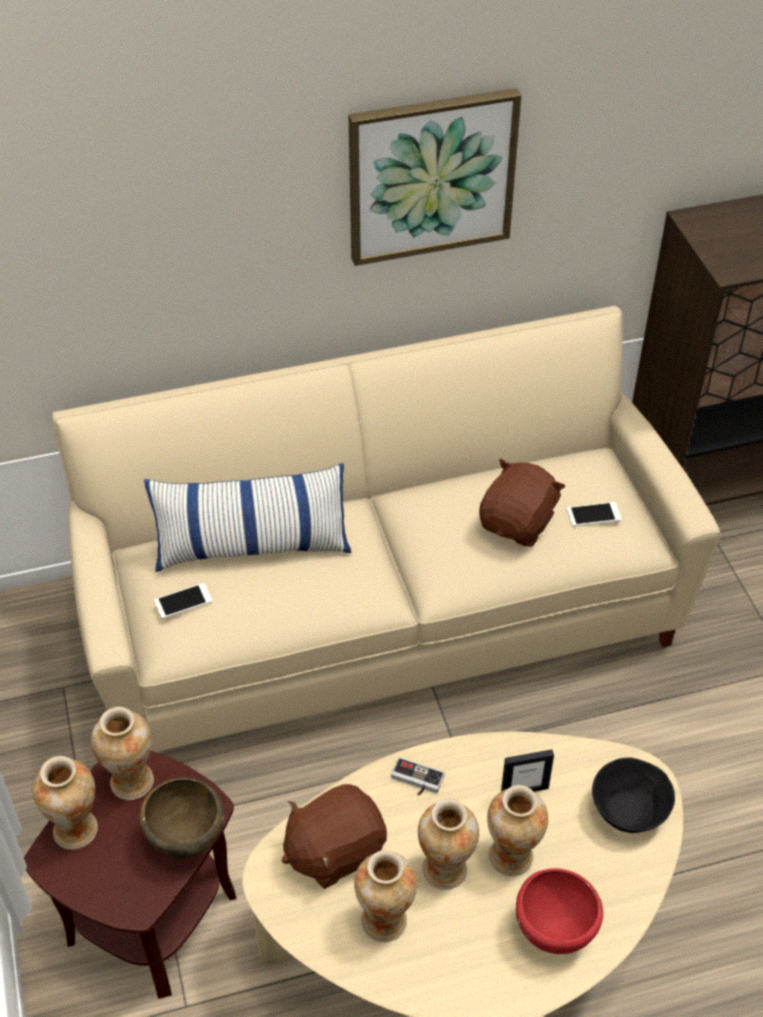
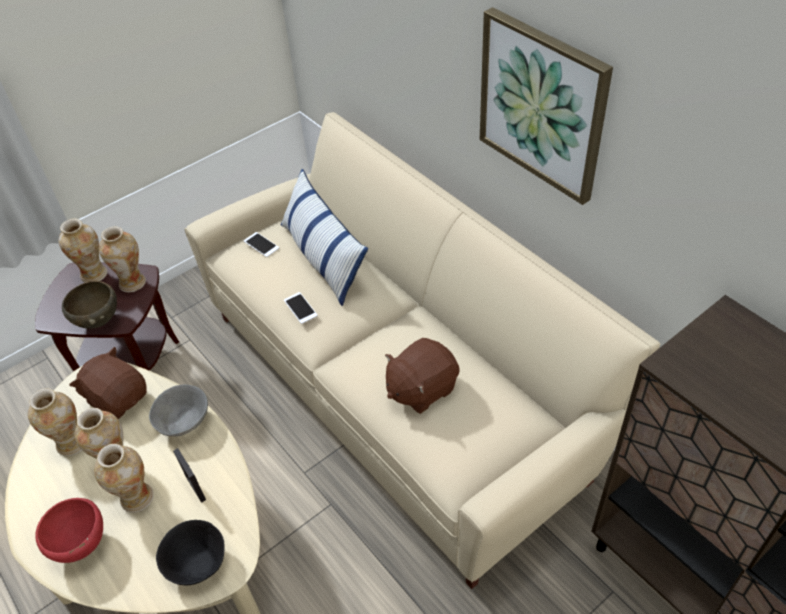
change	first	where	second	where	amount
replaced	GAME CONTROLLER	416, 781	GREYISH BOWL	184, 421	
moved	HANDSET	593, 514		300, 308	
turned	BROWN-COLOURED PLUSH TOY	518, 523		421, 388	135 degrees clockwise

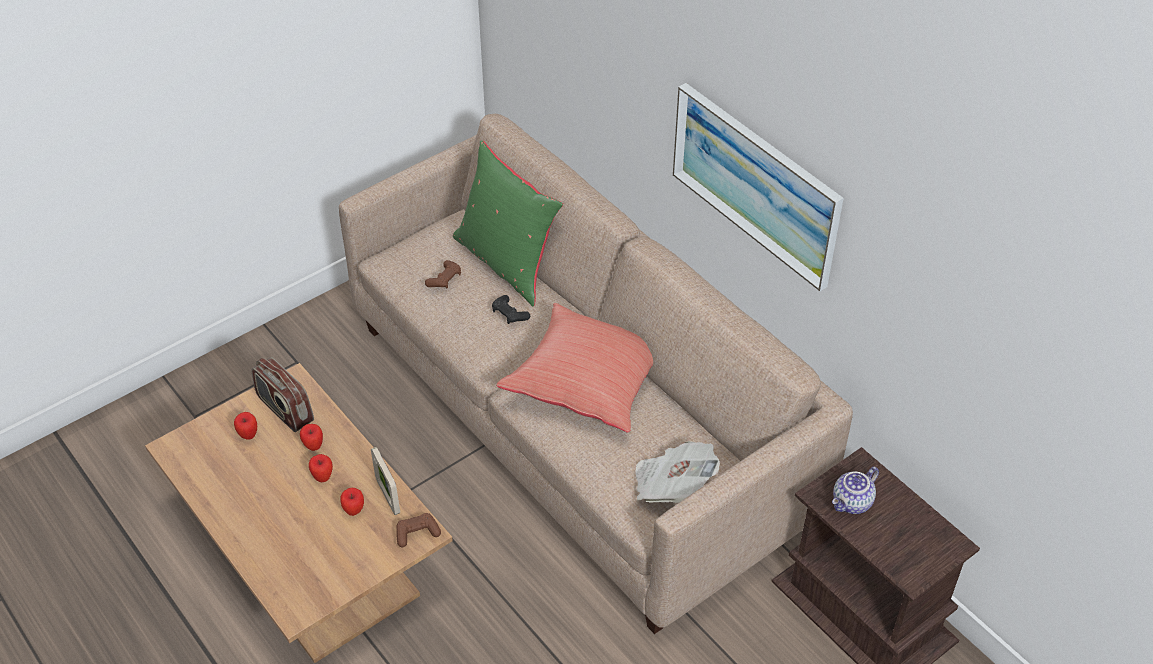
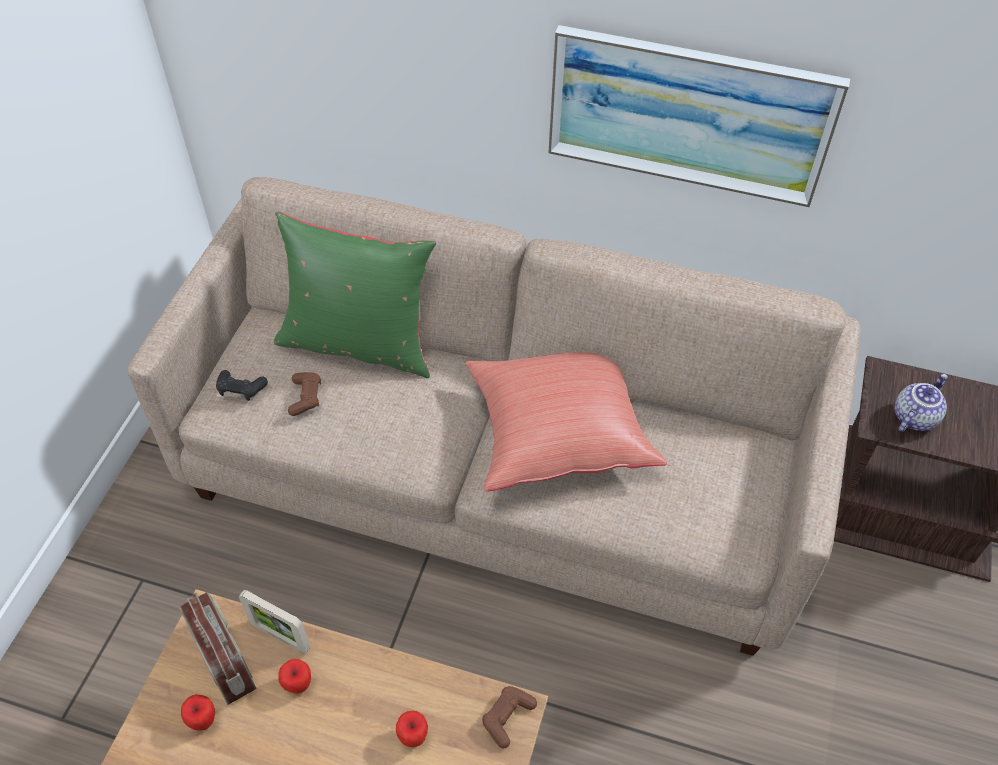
change	first	where	second	where	amount
turned	RADIO RECEIVER	285, 410		224, 659	135 degrees counterclockwise
moved	BLACKISH GAME CONTROLLER	509, 314		241, 389	
moved	STANDING FRAME	388, 496		280, 636	
turned	TEA POT	852, 503		913, 416	150 degrees counterclockwise
removed	APPLE FRUIT	323, 477			
removed	NEWSPAPER	672, 485			

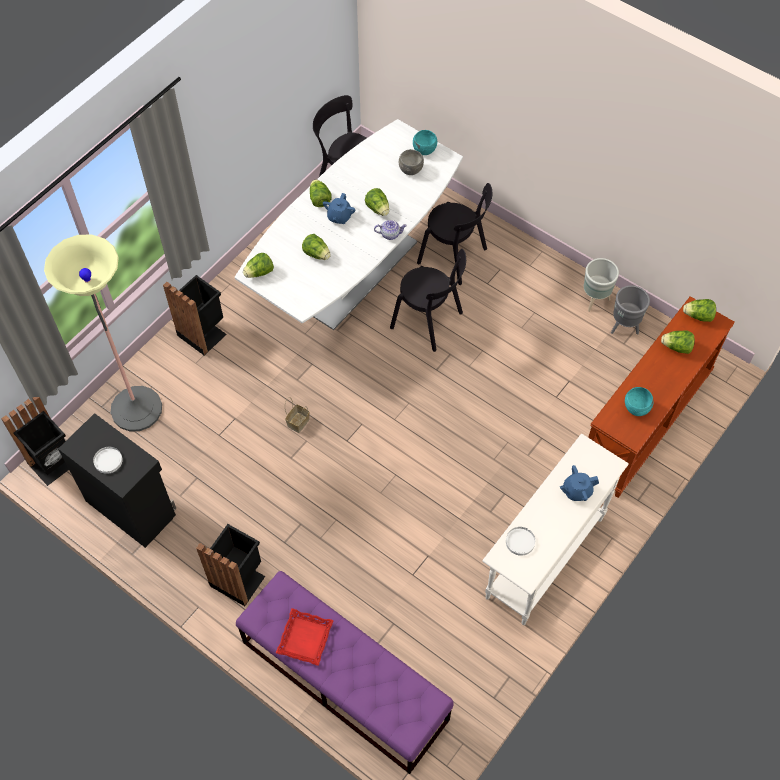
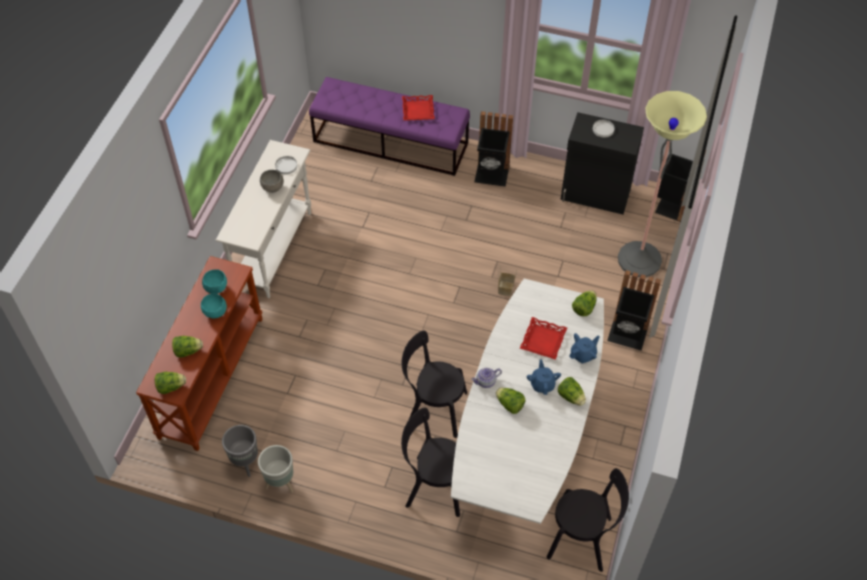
change	first	where	second	where	amount
moved	TURQUOISE-COLOURED BOWL	424, 150		216, 313	
moved	GREYISH BOWL	410, 170		273, 188	
replaced	LETTUCE	317, 254	RED-COLOURED CARRYING TRAY	543, 341	
moved	BLUE TEA POT	576, 491		583, 354	

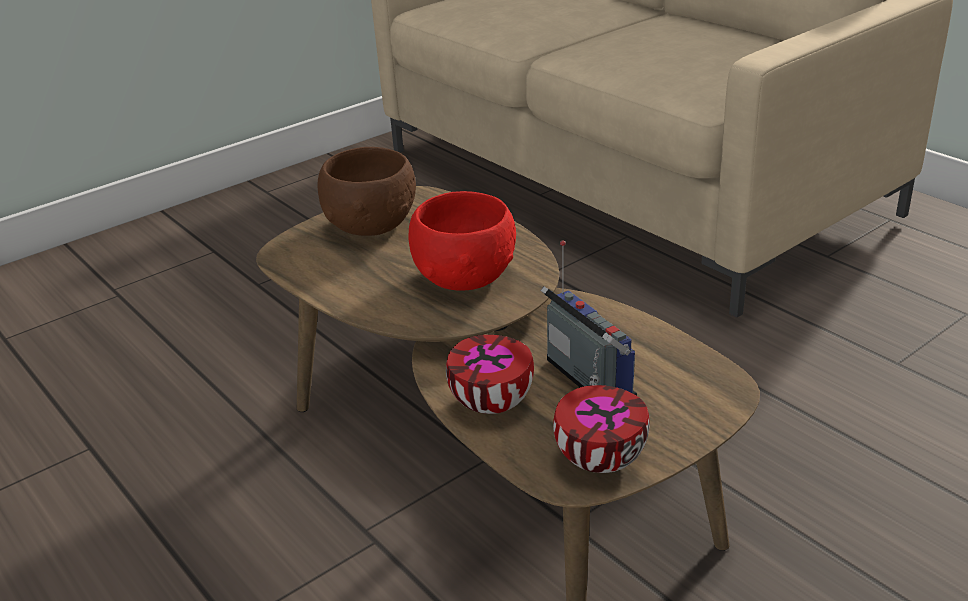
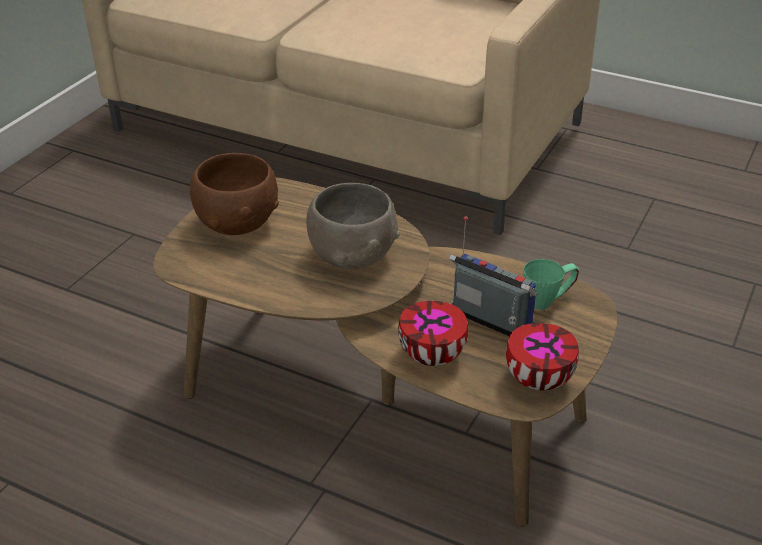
change	first	where	second	where	amount
recoloured	RED-COLOURED BOWL	466, 277	GREYISH BOWL	353, 255	
added			GREENISH TEA MUG	548, 301	

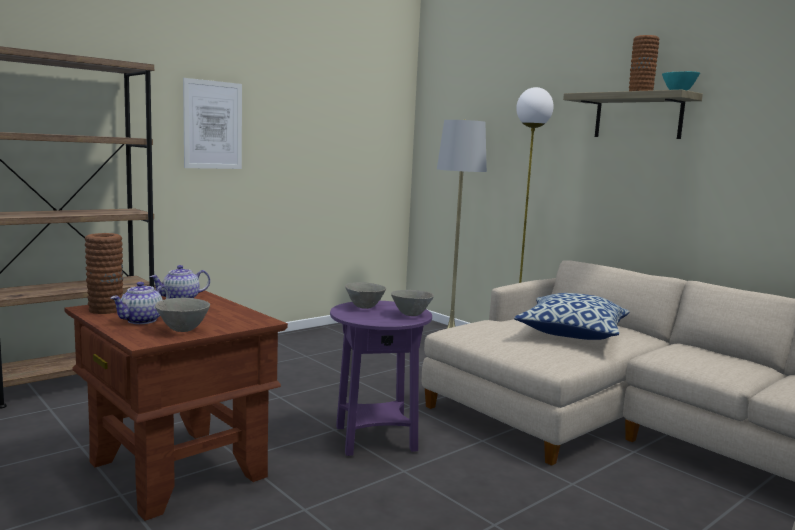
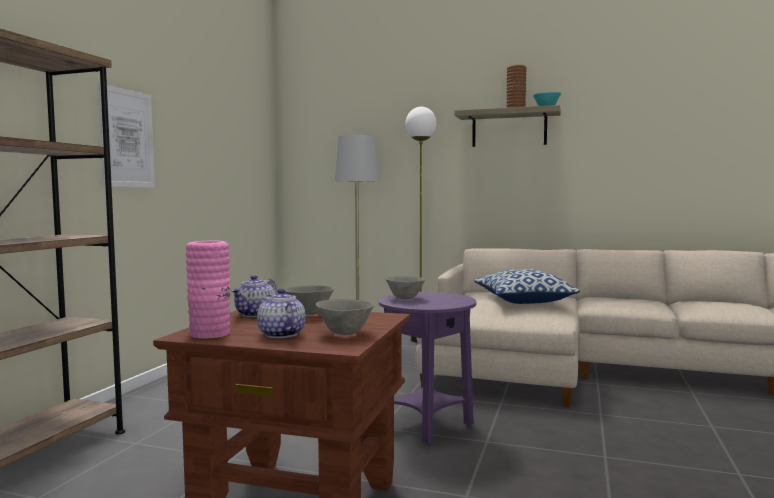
change	first	where	second	where	amount
recoloured	BROWN-COLOURED FLOWER VASE	106, 310	PINK FLOWER VASE	210, 333	
turned	TEA POT	141, 321		280, 334	150 degrees clockwise
moved	GREYISH BOWL	411, 315		308, 314	

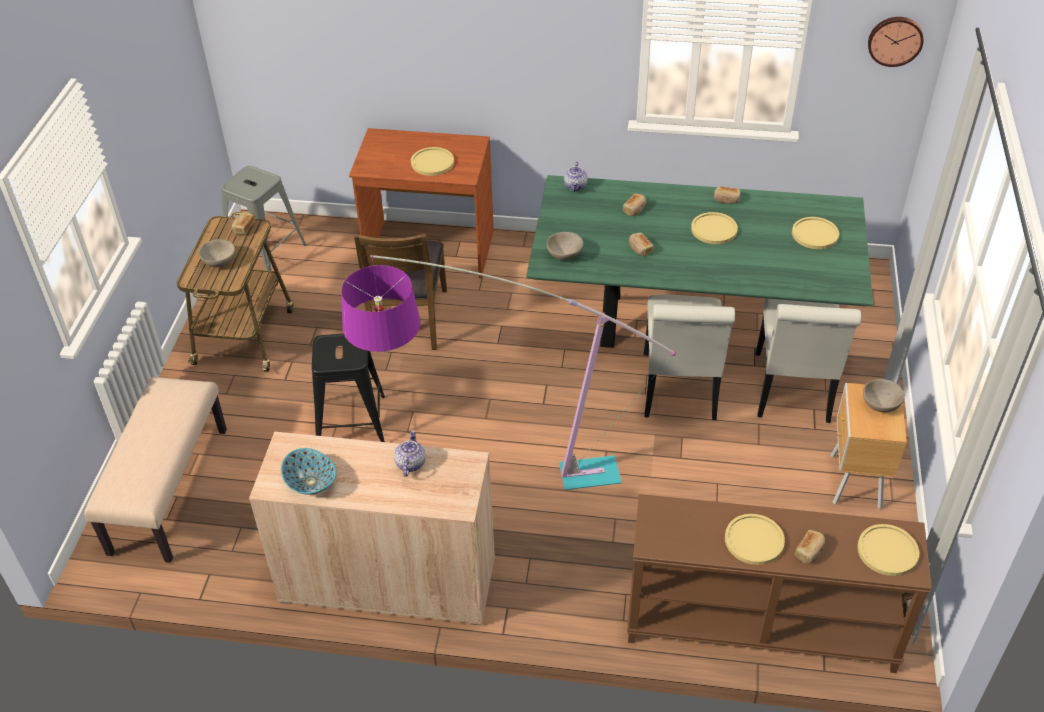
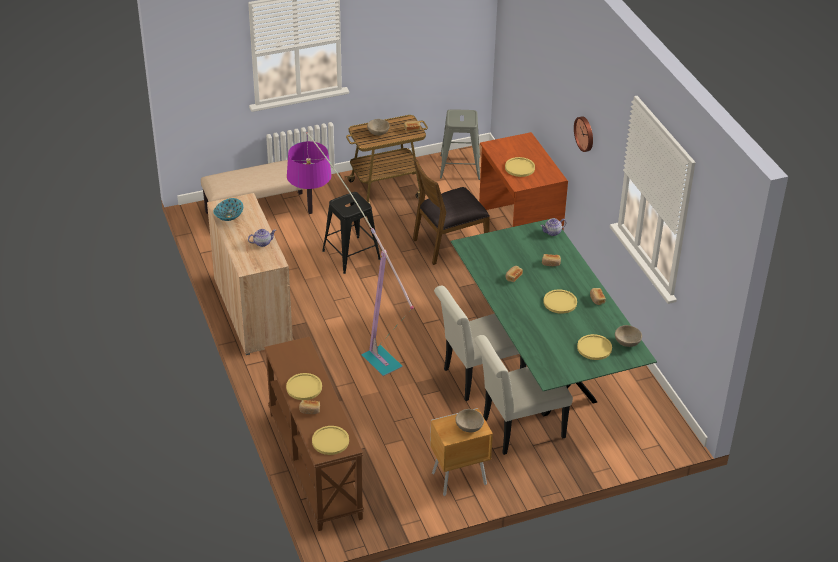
change	first	where	second	where	amount
moved	CLOCK ON THE WALL	895, 40		585, 133	
moved	BEIGE-COLOURED BOWL	564, 255		627, 343	

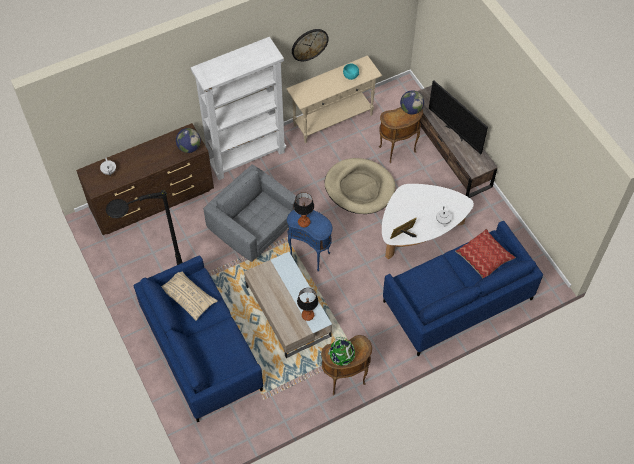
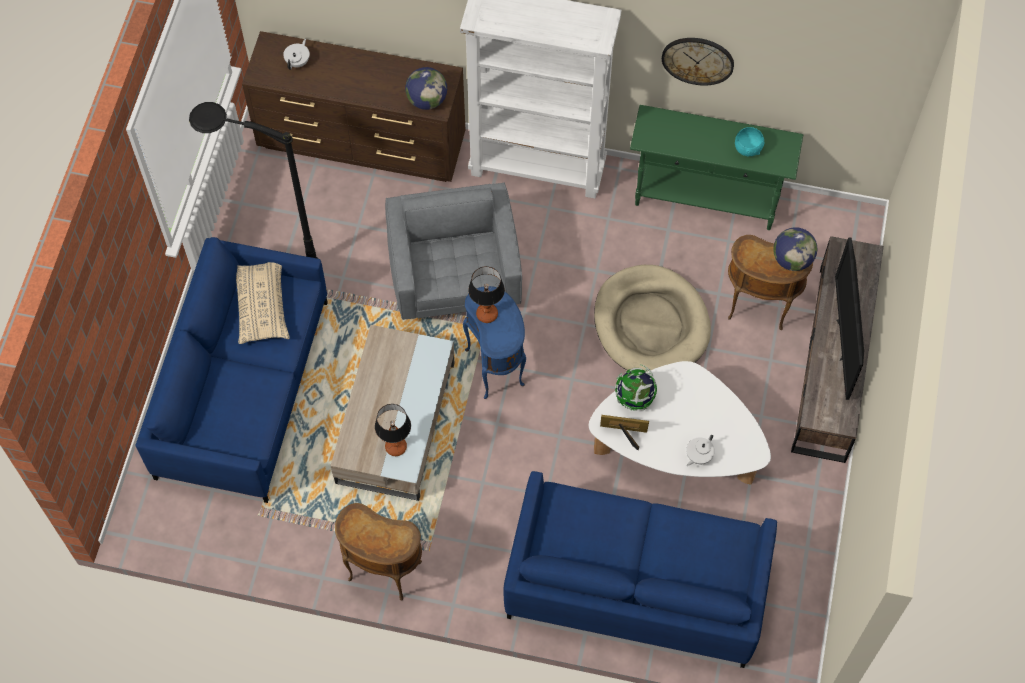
change	first	where	second	where	amount
moved	GLOBE	341, 357		634, 398	
recoloured	BEIGE-COLOURED HALL TABLE	333, 120	GREENISH HALL TABLE	706, 199	
removed	CUSHION	484, 257			

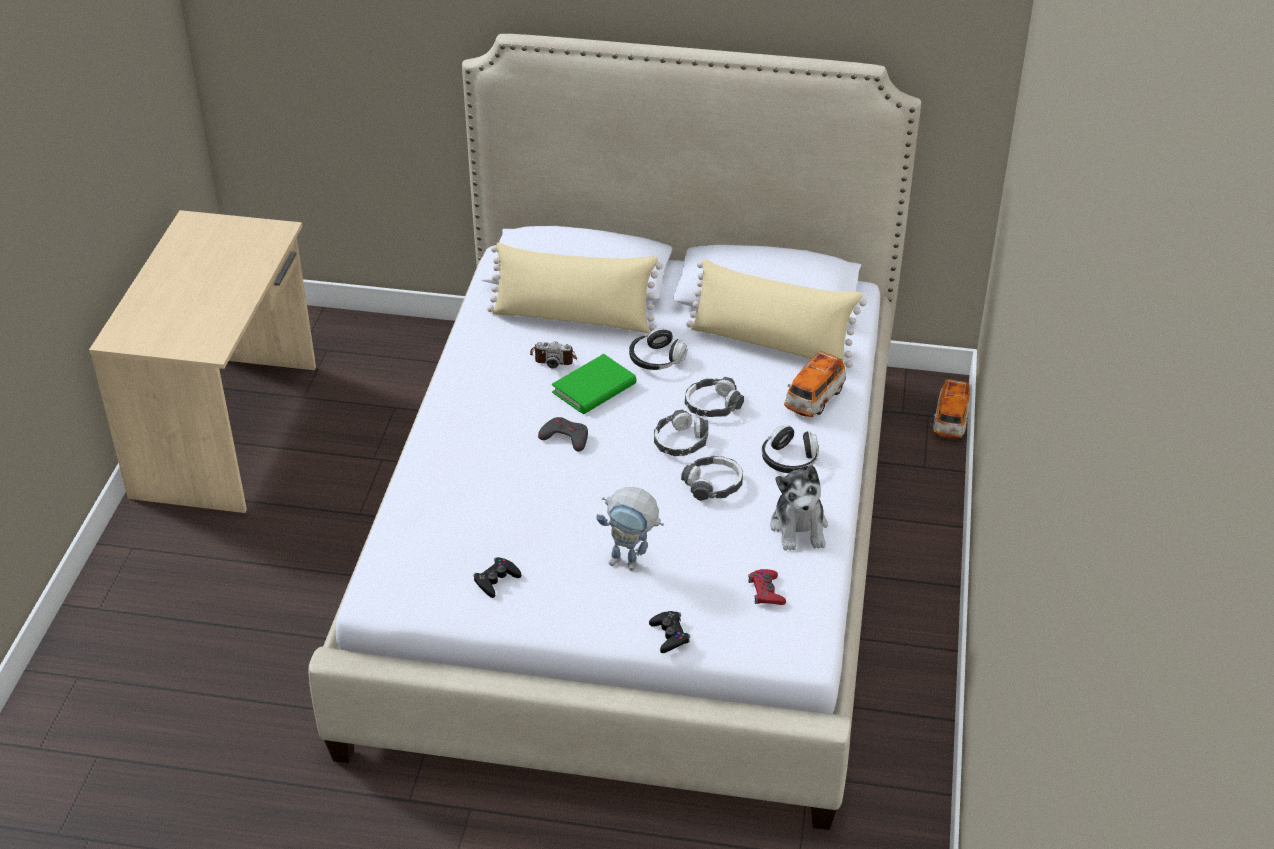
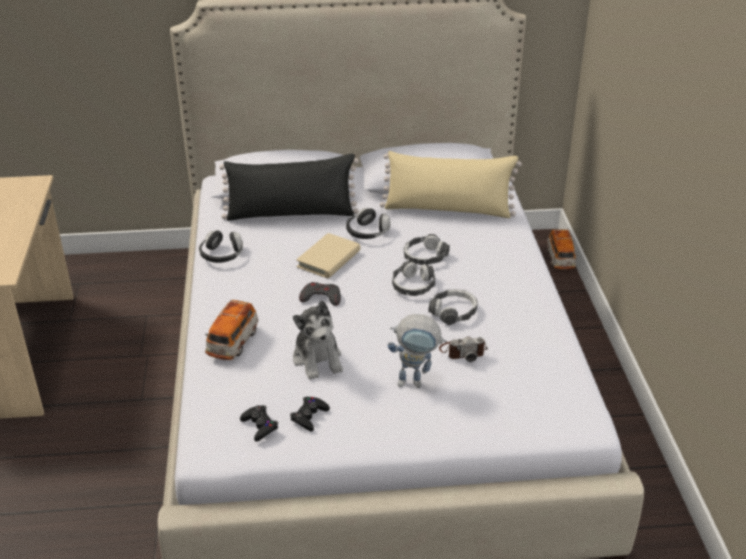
change	first	where	second	where	amount
moved	HEADSET	789, 460		222, 255	
moved	TOY CAR	814, 399		233, 343	
recoloured	BEIGE-COLOURED CUSHION	573, 318	BLACKISH CUSHION	291, 214	
moved	BLACKISH GAME CONTROLLER	669, 635		259, 426	
moved	PLUSH TOY	799, 527		318, 359	
recoloured	GREENISH BOUND BOOK	594, 388	BEIGE-COLOURED BOUND BOOK	328, 259	
moved	STILL CAMERA	554, 357		463, 351	
removed	RED-COLOURED GAME CONTROLLER	766, 591			

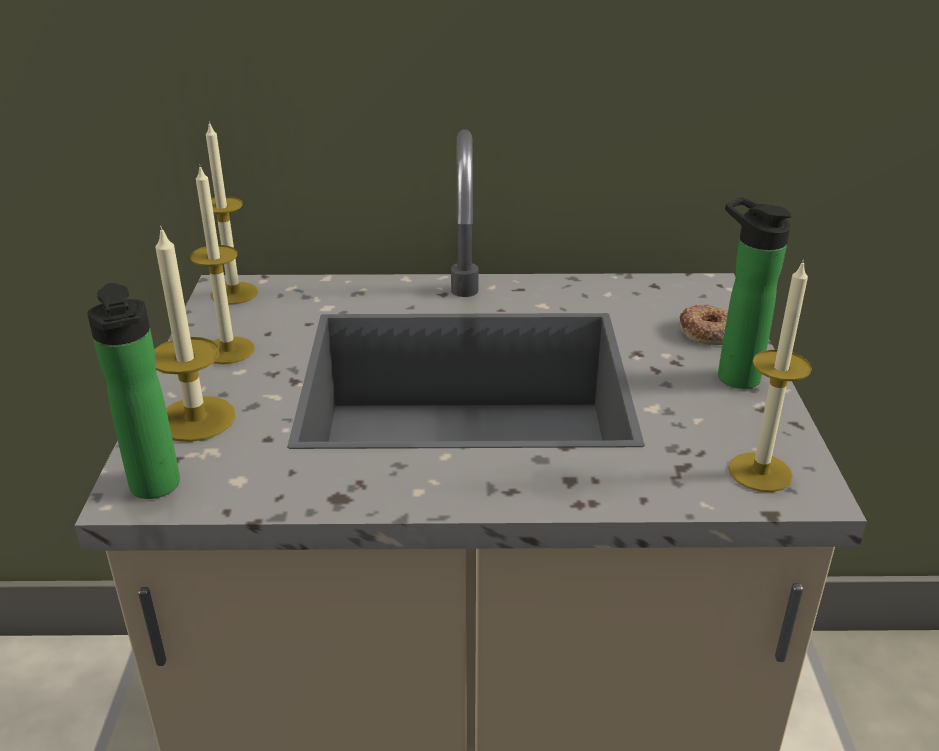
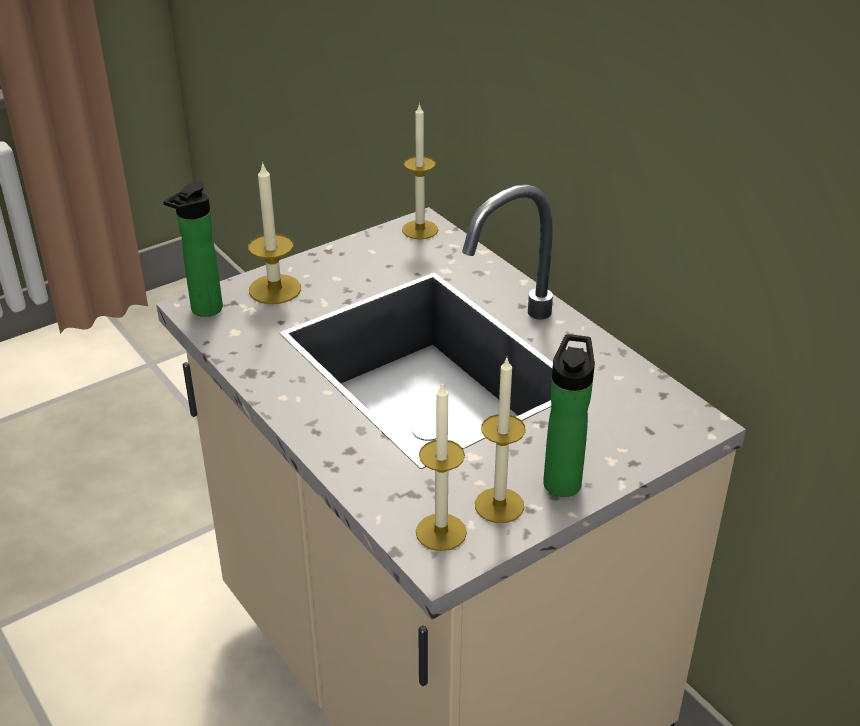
change	first	where	second	where	amount
moved	WAX CANDLE	228, 350		499, 505	
removed	RING DOUGHNUT	708, 332			

